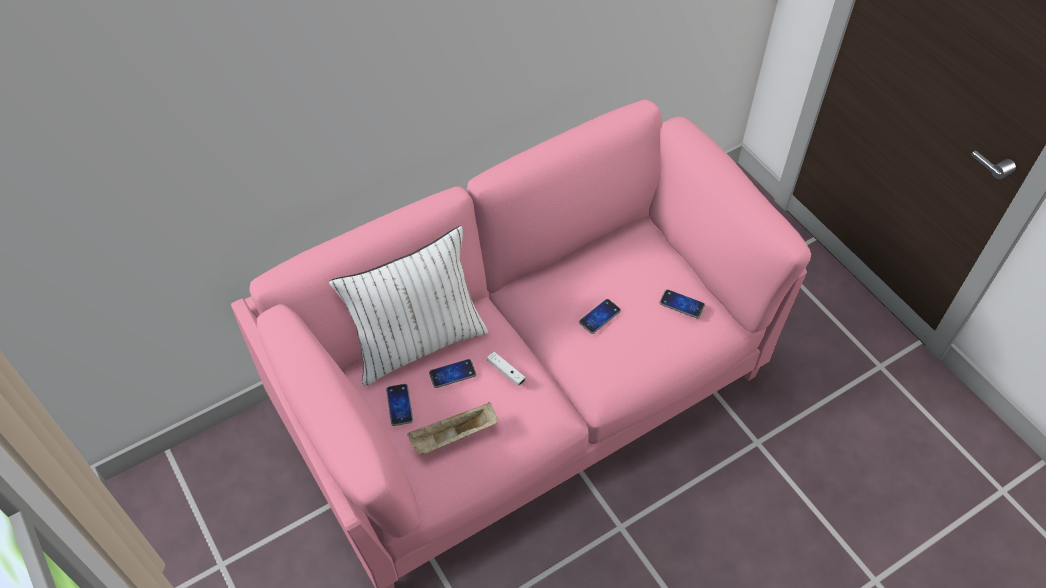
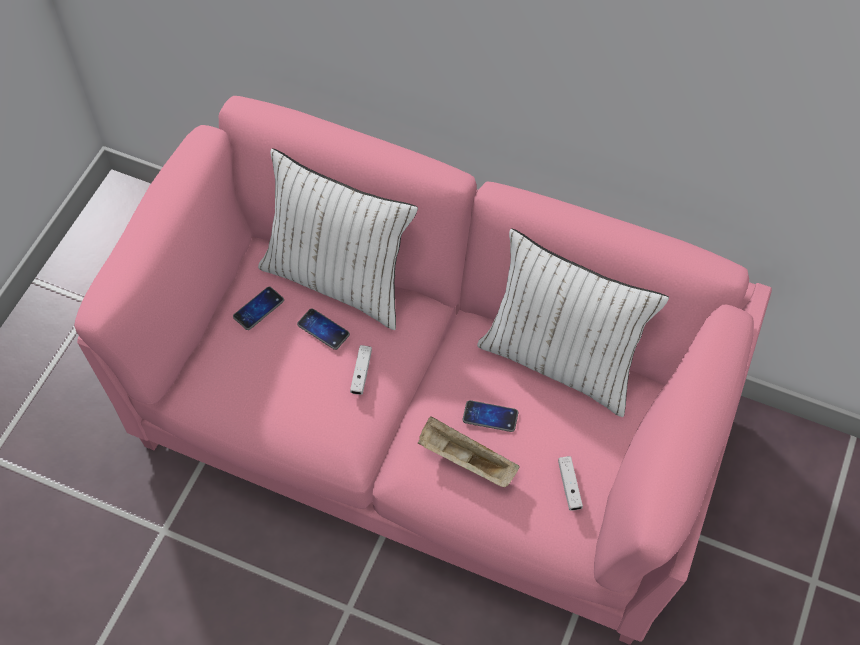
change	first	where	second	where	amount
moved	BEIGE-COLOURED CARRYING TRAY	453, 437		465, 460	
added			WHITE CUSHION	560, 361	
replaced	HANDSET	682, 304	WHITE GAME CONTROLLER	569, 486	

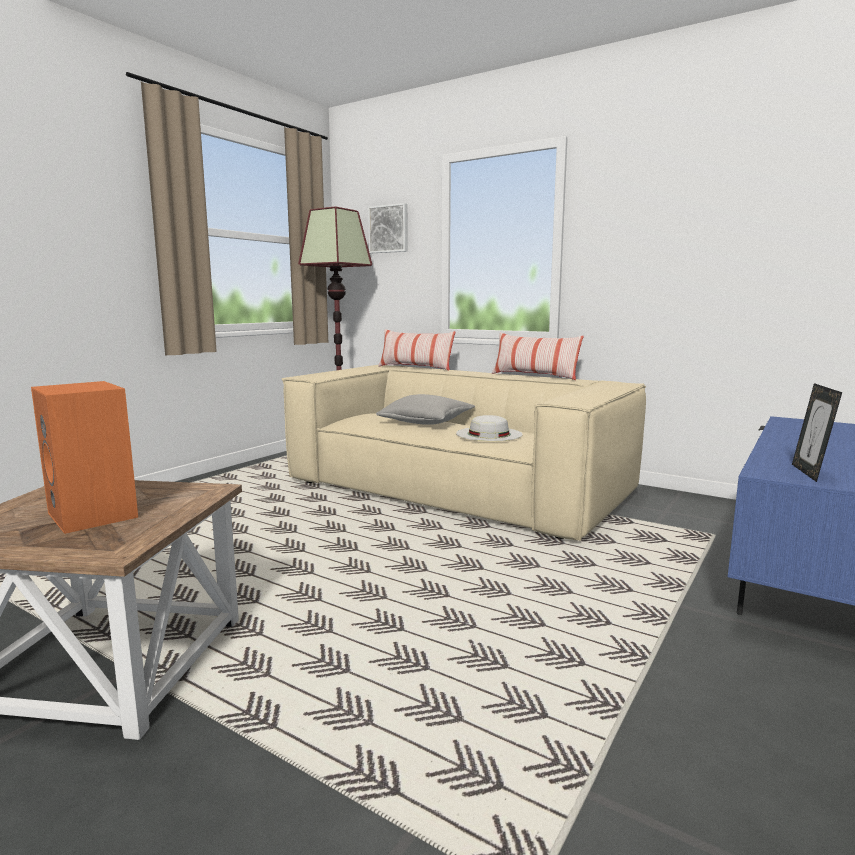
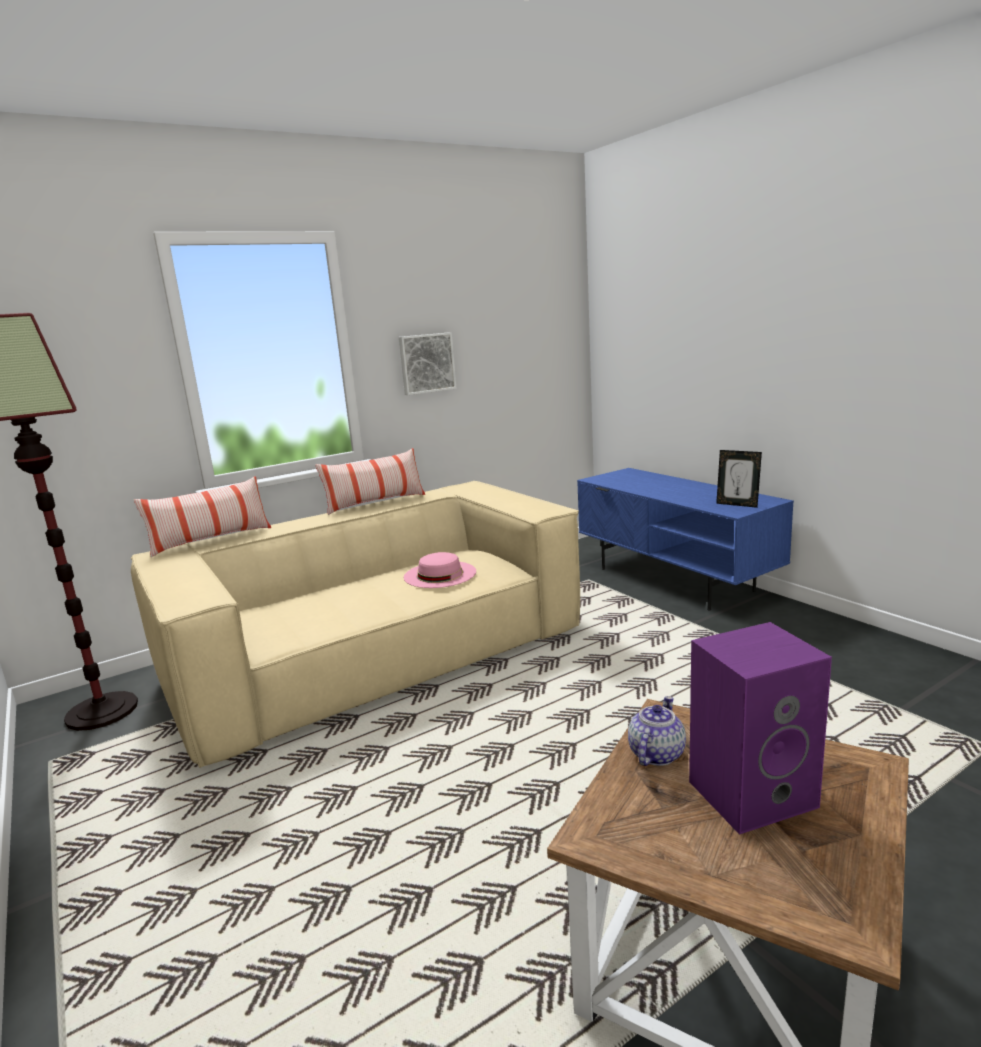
change	first	where	second	where	amount
moved	WALL PICTURE	389, 229		426, 363	
recoloured	WHITE HAT	489, 434	PINK HAT	440, 574	
added			TEA POT	655, 753	
recoloured	ORANGE AUDIO SPEAKER	95, 515	PURPLE AUDIO SPEAKER	752, 792	
removed	GREYISH CUSHION	426, 422			

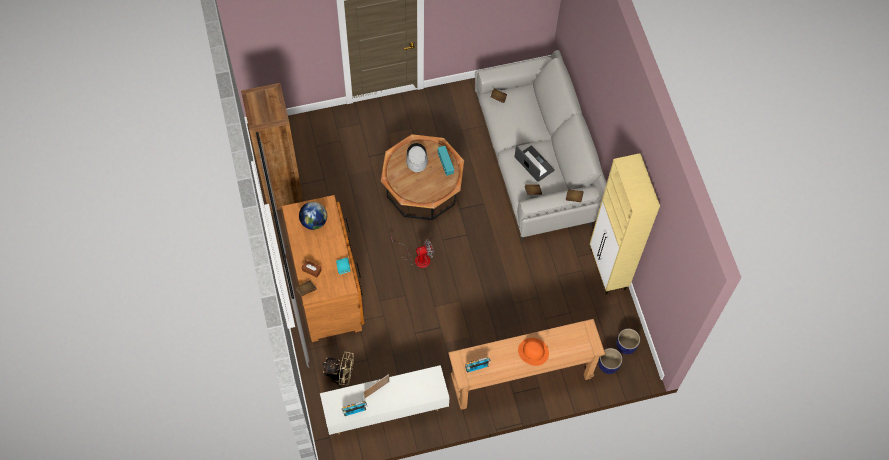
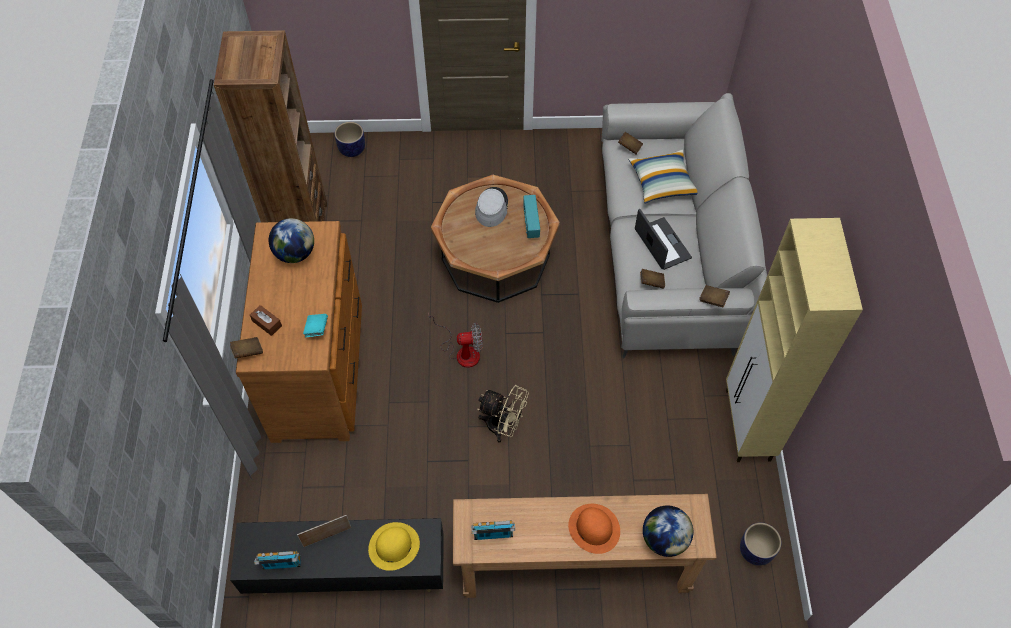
change	first	where	second	where	amount
recoloured	WHITE MEDIA CONSOLE	385, 410	BLACKISH MEDIA CONSOLE	347, 573	
moved	PLANT POT	608, 365		352, 149	
added			YELLOWISH HAT	393, 546	
moved	BEIGE-COLOURED COOLING FAN	341, 377		503, 426	
added			CUSHION	662, 183	
added			GLOBE	664, 539	

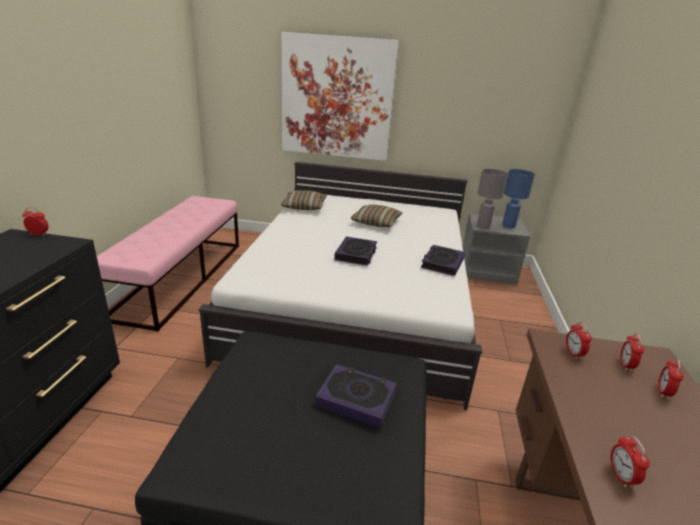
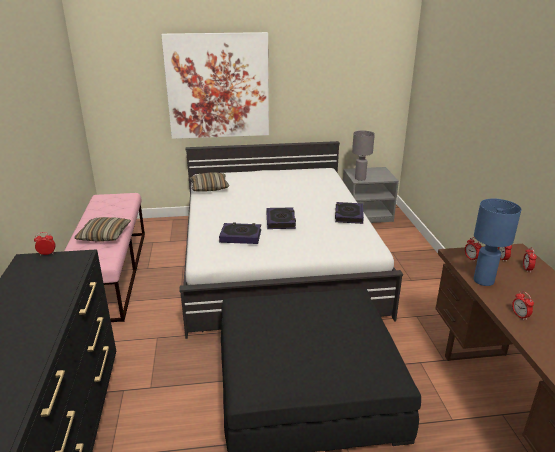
change	first	where	second	where	amount
moved	CUSHION	376, 222		104, 235	
moved	BOUND BOOK	356, 398		240, 236	
moved	BLUE TABLE LAMP	508, 226		483, 280	

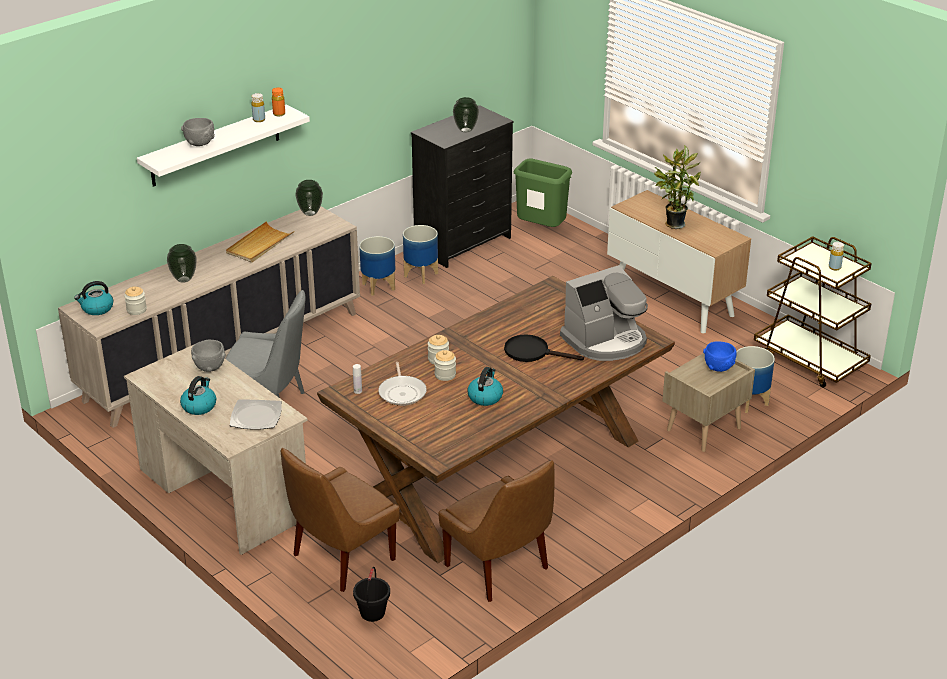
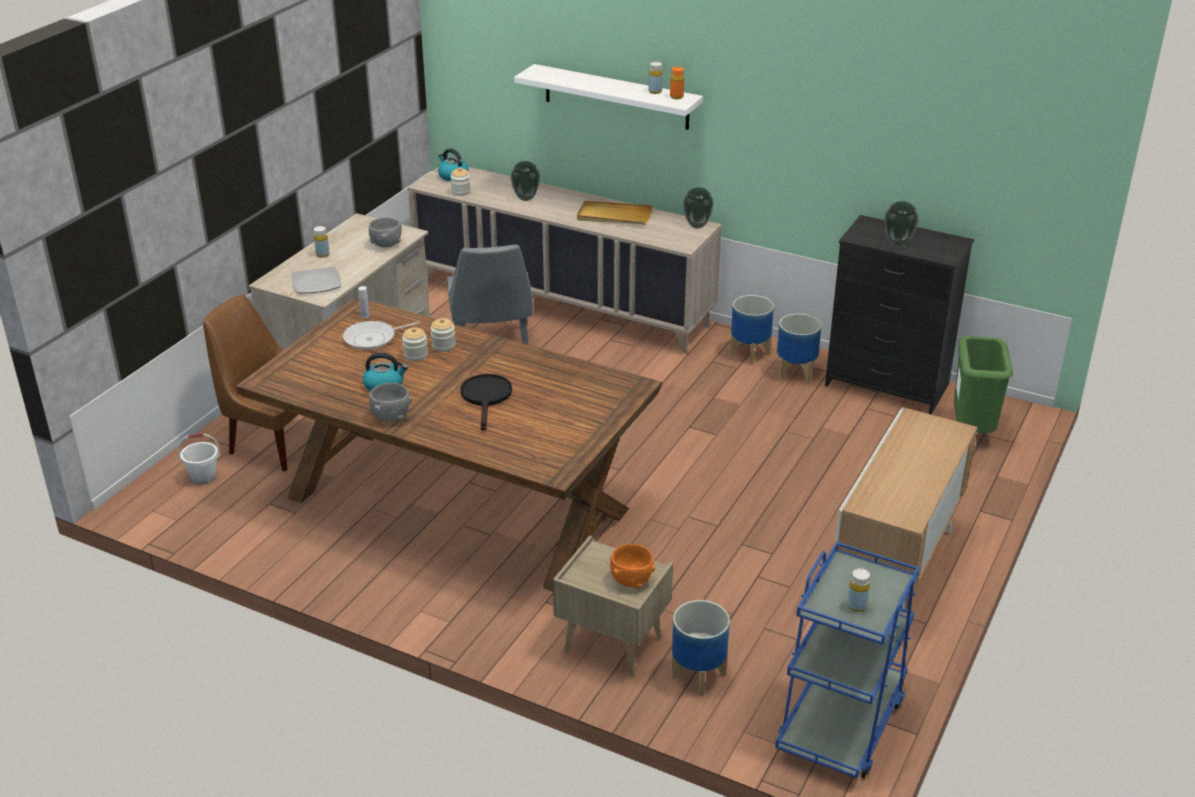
change	first	where	second	where	amount
recoloured	BLACKISH WATER BUCKET	373, 613	WHITE WATER BUCKET	203, 477	
replaced	KETTLE	199, 406	YELLOWISH BEVERAGE BOTTLE	322, 254	
moved	GREYISH BOWL	200, 143		391, 416	
recoloured	BLUE BOWL	719, 368	ORANGE BOWL	631, 580	
recoloured	BROWN-COLOURED CART	810, 360	BLUE CART	840, 723	
removed	BROWN-COLOURED CHAIR	499, 569			
removed	COFFEE MAKER	605, 341			
removed	HOUSEPLANT	673, 224			

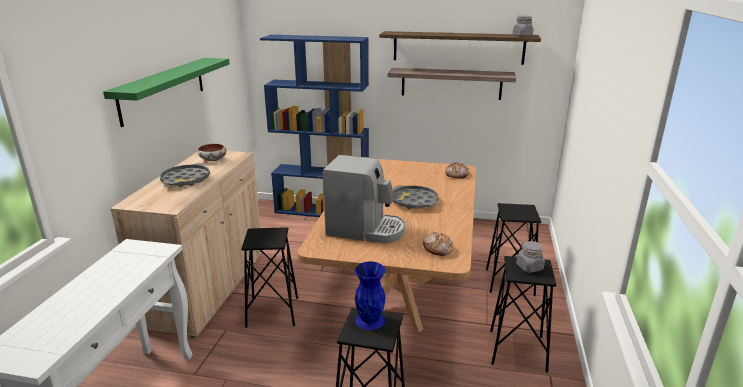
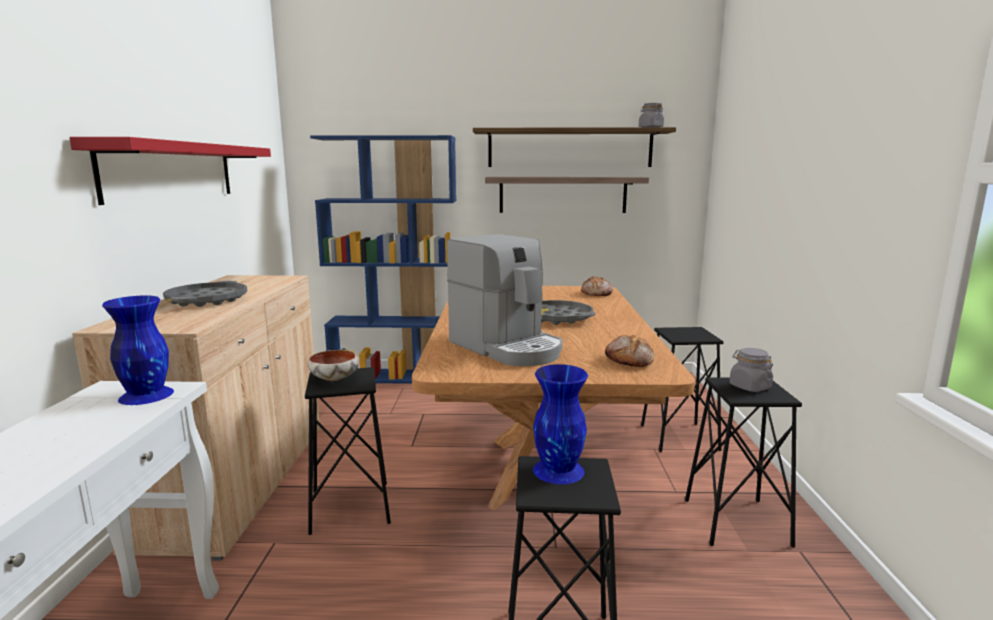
change	first	where	second	where	amount
recoloured	GREENISH SHELF	163, 89	RED-COLOURED SHELF	172, 171	
added			BLUE FLOWER VASE	146, 395	
moved	BOWL	213, 160		335, 379	
turned	COFFEE MAKER	365, 230		507, 348	45 degrees clockwise

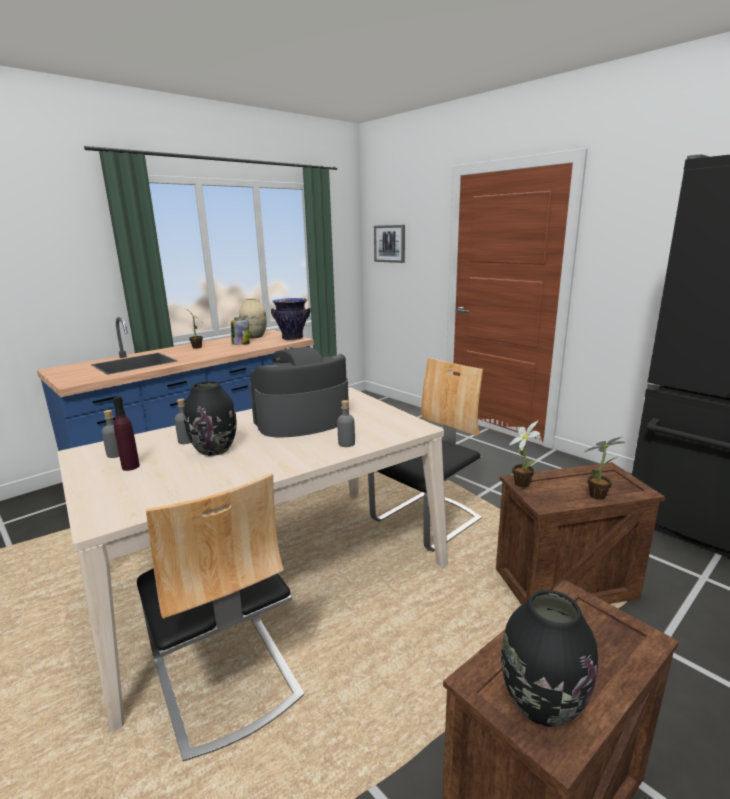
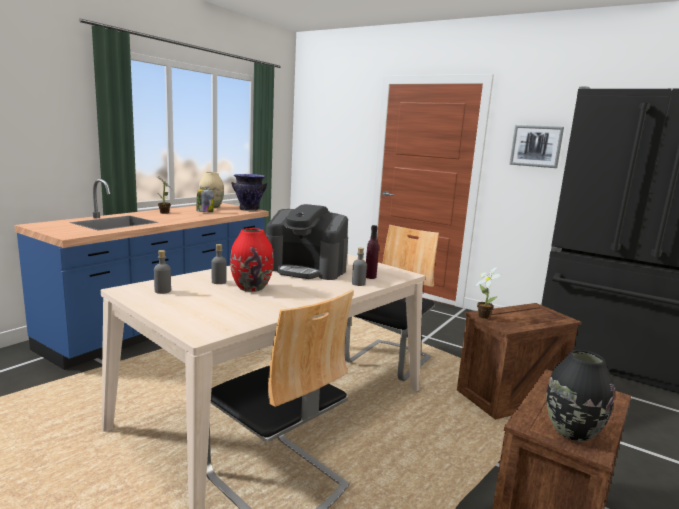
change	first	where	second	where	amount
recoloured	BLACKISH FLOWER VASE	215, 450	RED-COLOURED FLOWER VASE	251, 288	
turned	COFFEE MAKER	301, 420		306, 269	120 degrees counterclockwise
moved	PURPLE BEVERAGE BOTTLE	130, 466		370, 277	
moved	WALL PICTURE	390, 243		536, 146	
removed	HOUSEPLANT	600, 495			

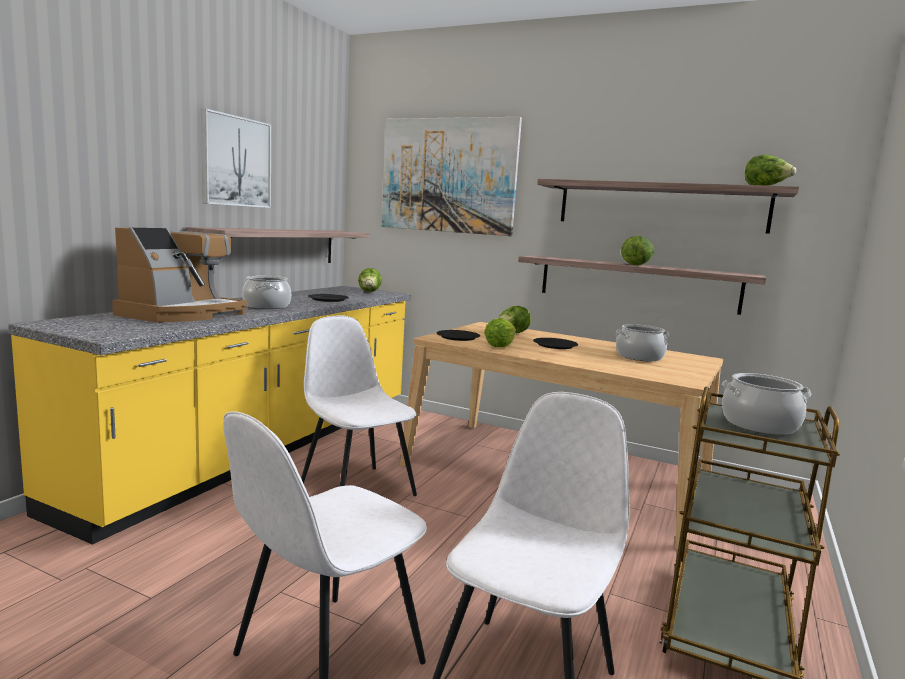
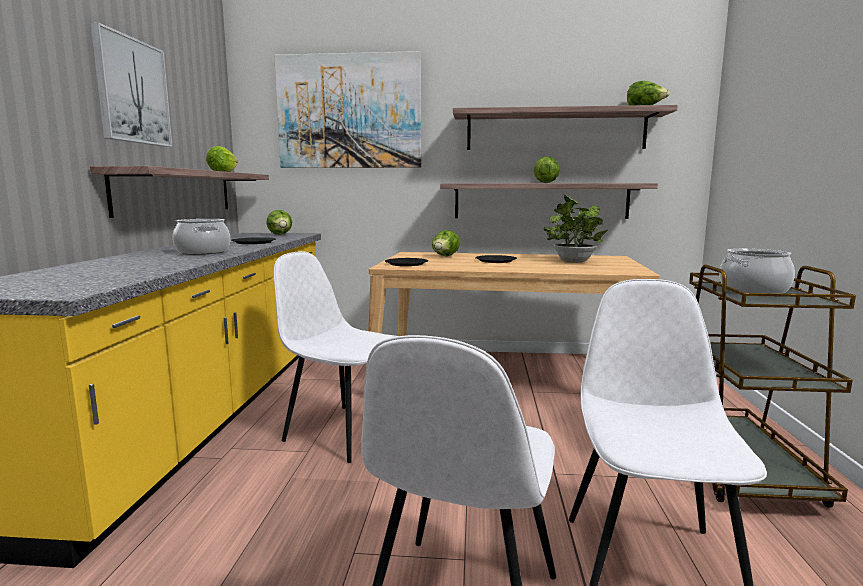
change	first	where	second	where	amount
moved	LETTUCE	500, 345		223, 172	
replaced	SAUCEPOT	639, 357	HOUSEPLANT	572, 261	
removed	COFFEE MAKER	182, 314			

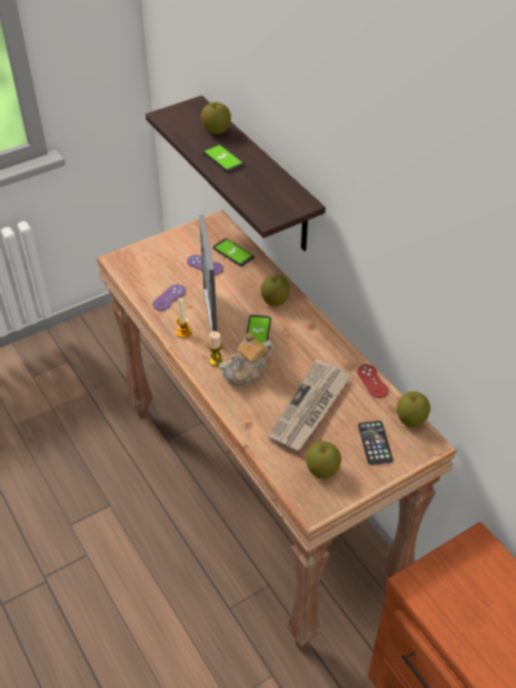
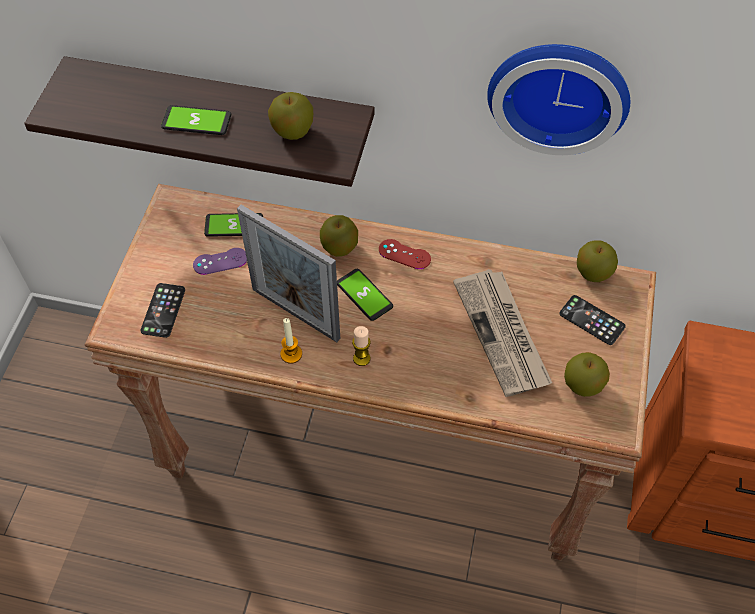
change	first	where	second	where	amount
added			HANDSET	163, 310	
moved	APPLE FRUIT	216, 130		292, 131	
moved	RED-COLOURED GAME CONTROLLER	372, 381		404, 254	
added			CLOCK ON THE WALL	559, 91	
removed	PURPLE GAME CONTROLLER	169, 297			
removed	TEA POT	247, 373			

